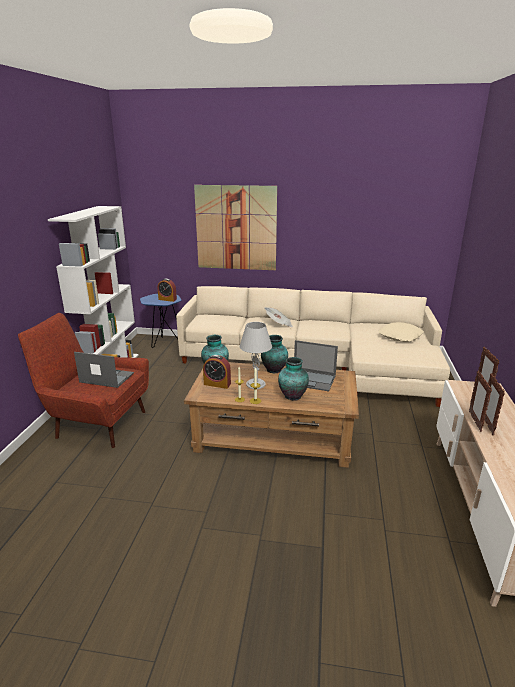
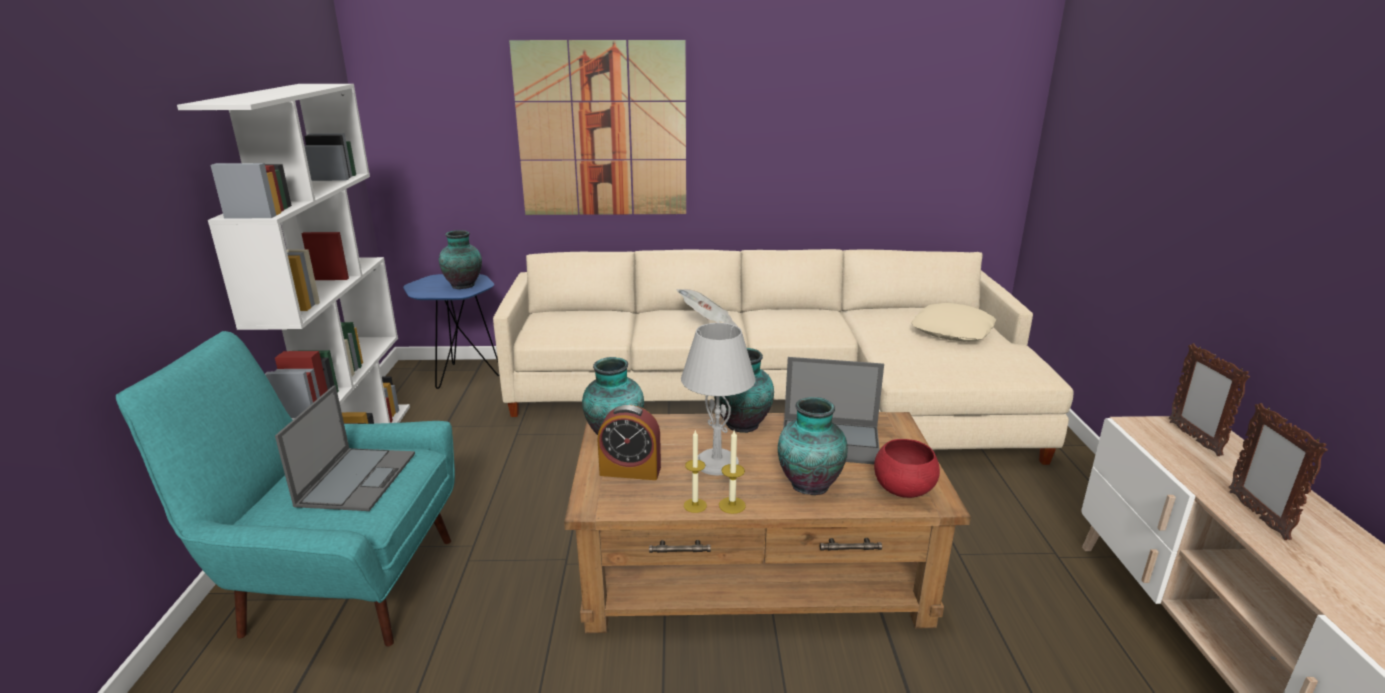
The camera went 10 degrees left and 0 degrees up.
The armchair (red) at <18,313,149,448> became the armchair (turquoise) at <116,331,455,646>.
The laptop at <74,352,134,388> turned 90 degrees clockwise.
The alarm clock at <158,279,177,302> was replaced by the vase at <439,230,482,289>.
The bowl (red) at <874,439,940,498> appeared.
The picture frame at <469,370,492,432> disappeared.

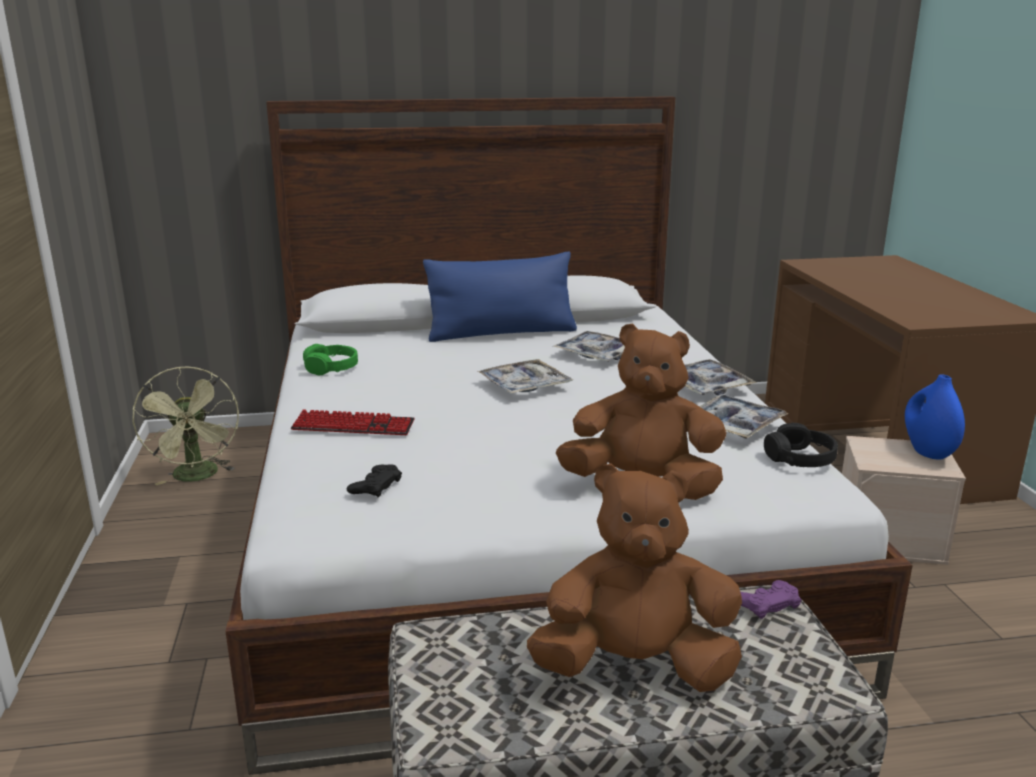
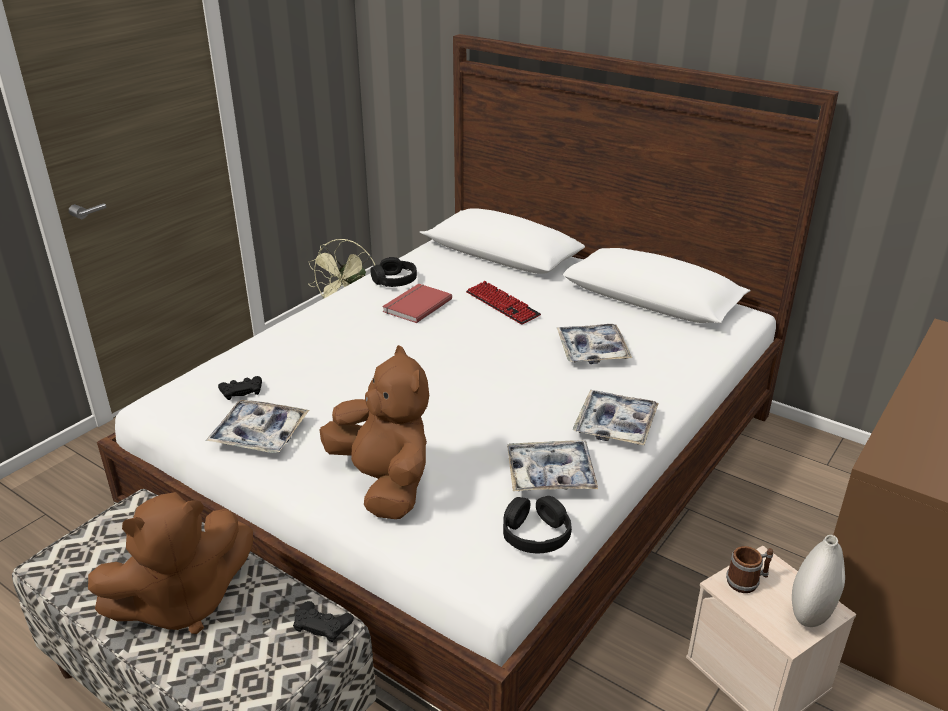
The camera went 45 degrees right and 10 degrees up.
The plush toy (brown) at <527,464,742,692> turned 105 degrees clockwise.
The tray moved from <477,359,573,394> to <206,400,309,453>.
The game controller (purple) at <740,580,802,619> became the game controller (black) at <293,601,354,642>.
The headphones (green) at <303,344,358,375> became the headphones (black) at <370,257,417,287>.
The book (red) at <382,284,452,323> appeared.
The keyboard moved from <291,410,415,435> to <466,281,541,325>.
The mug at <726,546,773,593> appeared.
The vase (blue) at <905,374,965,460> became the vase (white) at <792,535,845,627>.
The pillow (blue) at <423,252,577,342> disappeared.

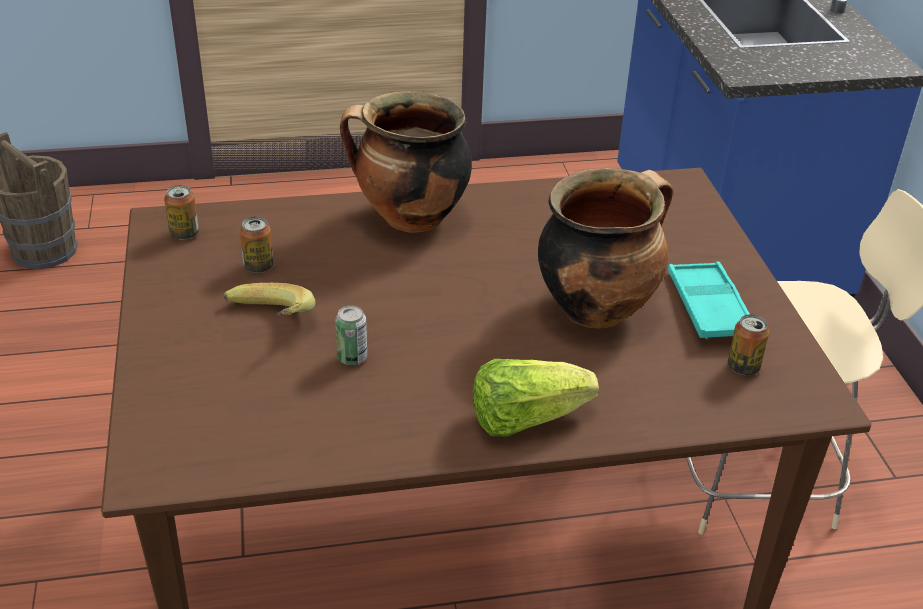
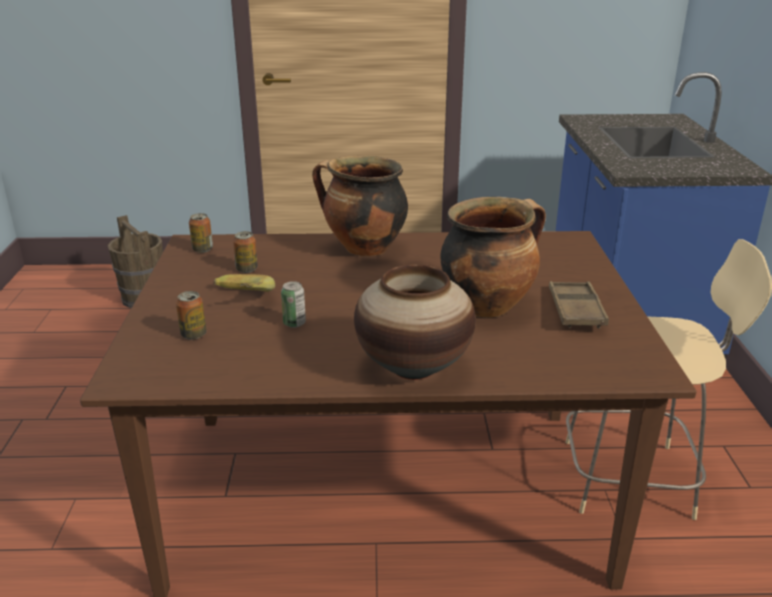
The camera went 10 degrees right and 10 degrees down.
The can moved from <728,314,769,375> to <176,291,206,340>.
The lettuce at <473,359,599,437> was replaced by the vase at <354,264,476,380>.
The tray (turquoise) at <668,261,750,339> became the tray (brown) at <549,281,609,328>.

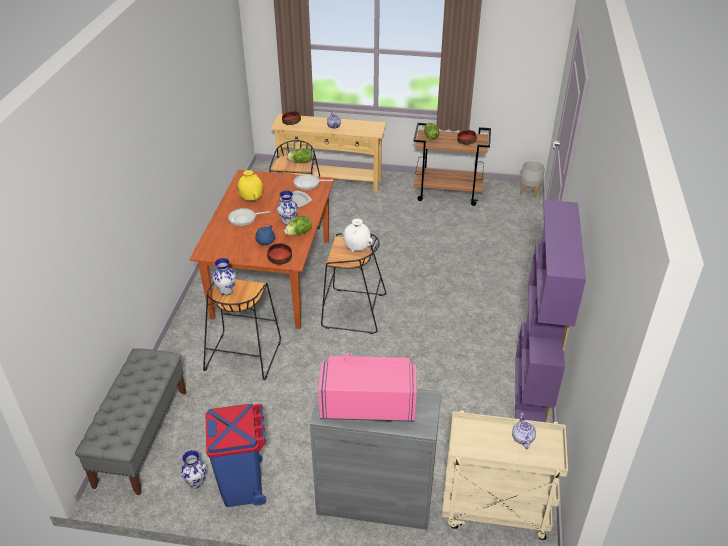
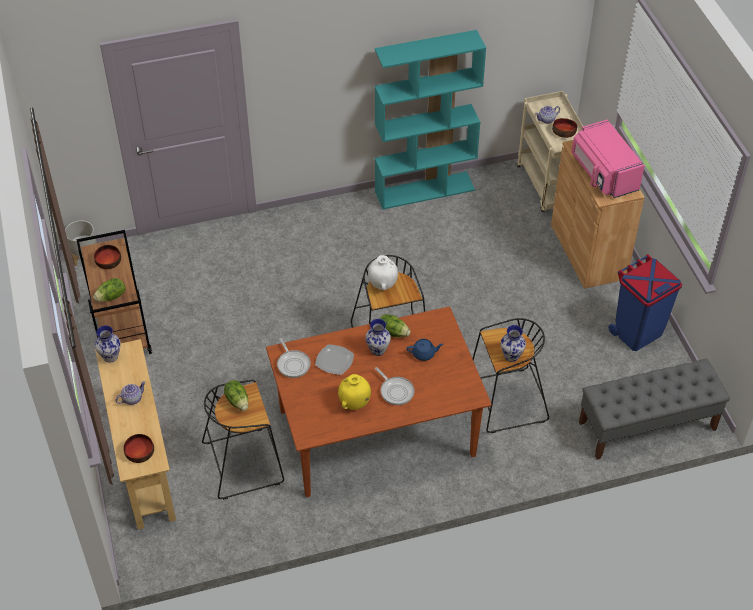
The camera went 115 degrees left and 10 degrees up.
The vase moved from <180,450,207,488> to <95,325,121,363>.
The bookcase (purple) at <515,200,586,422> became the bookcase (turquoise) at <375,30,486,210>.
The cabinet (grey) at <310,389,441,530> became the cabinet (brown) at <551,140,645,289>.
The bowl moved from <267,243,292,265> to <552,118,577,138>.

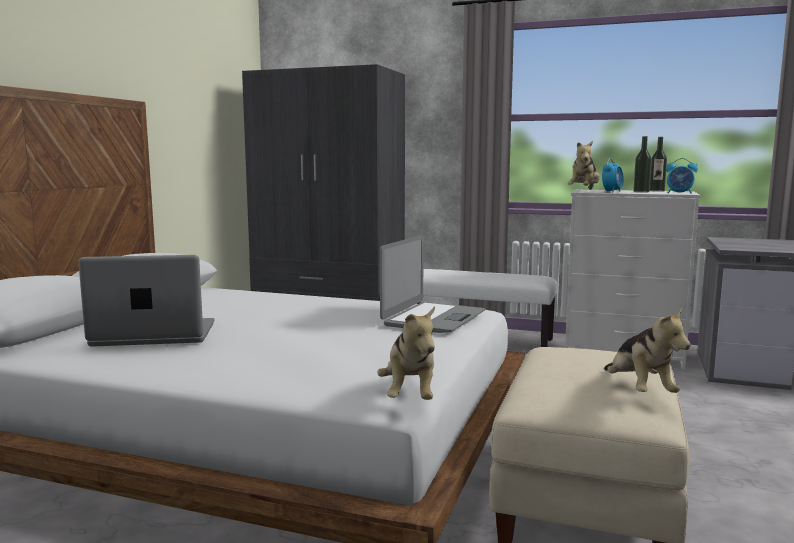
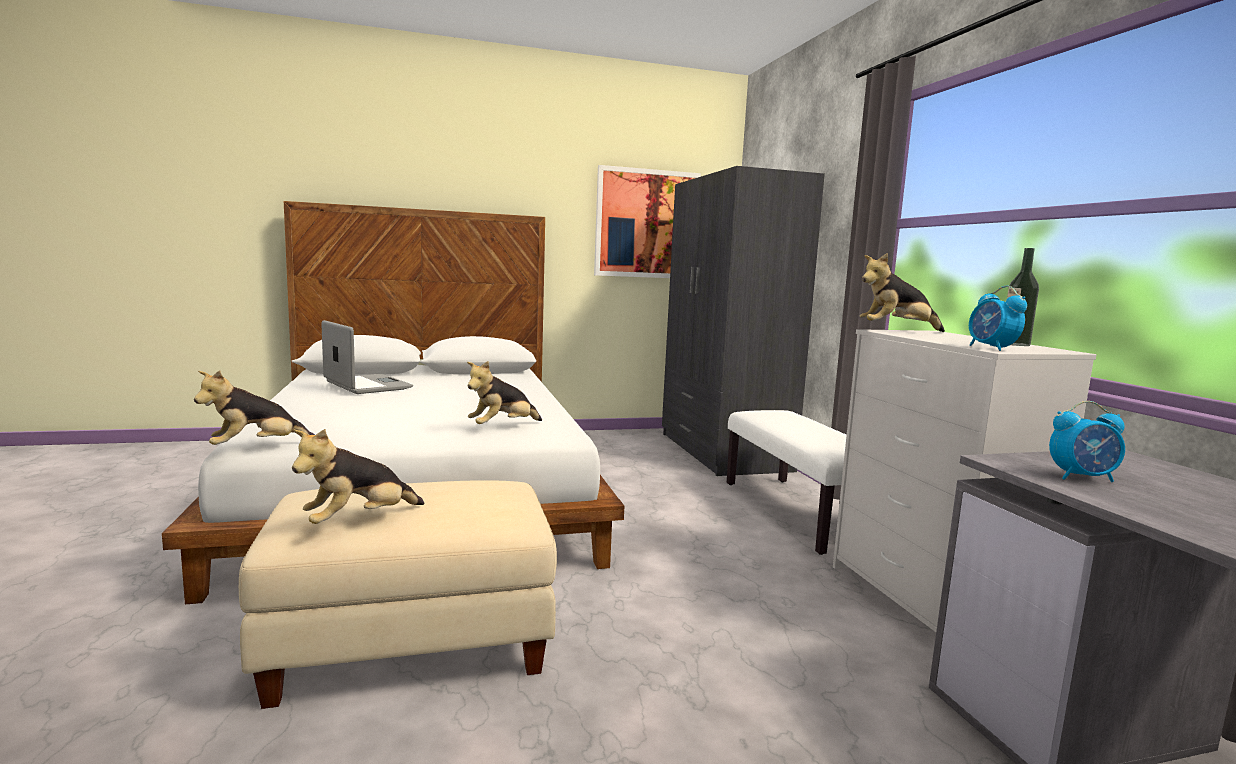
The camera went 55 degrees right and 0 degrees up.
The laptop at <380,235,485,333> was replaced by the plush toy at <467,361,542,424>.
The picture at <594,165,701,278> appeared.
The alarm clock moved from <602,158,624,193> to <1049,401,1125,482>.
The bottle at <633,136,652,193> disappeared.

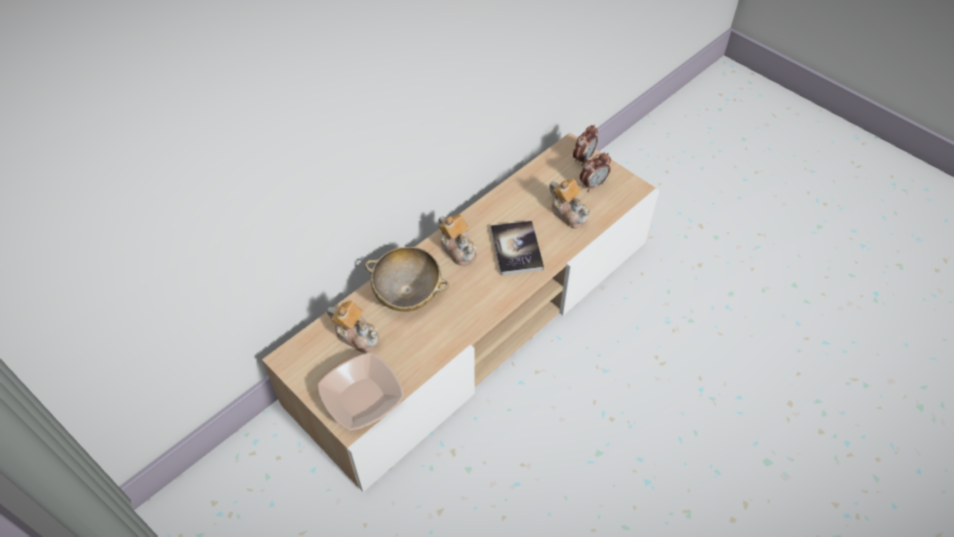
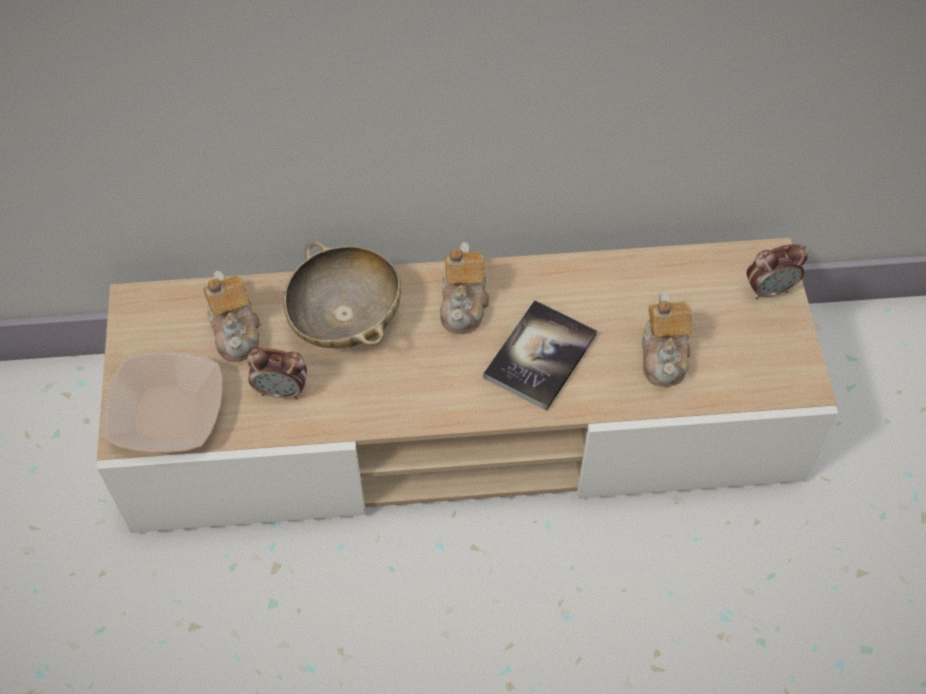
The camera went 40 degrees right and 5 degrees up.
The alarm clock moved from <580,153,611,191> to <247,348,307,399>.

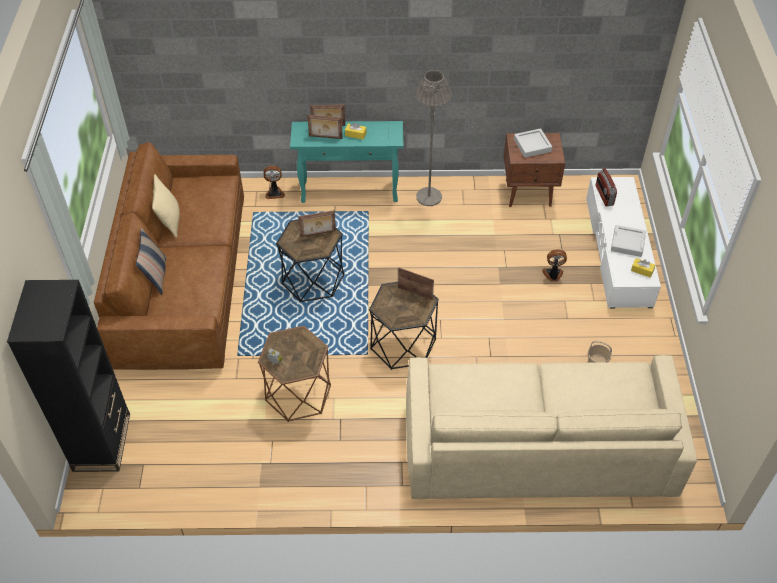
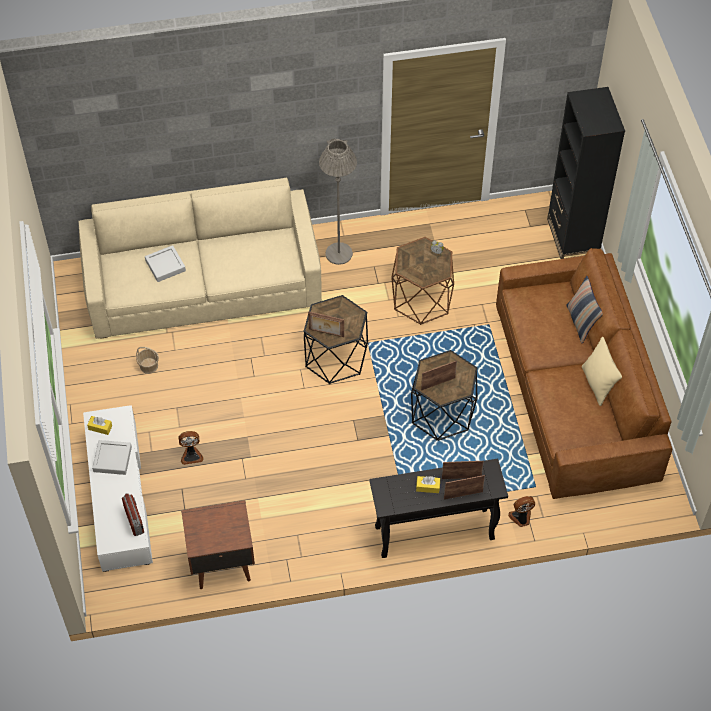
The camera went 170 degrees right and 5 degrees up.
The tray (grey) moved from <514,128,552,158> to <145,245,186,282>.
The floor lamp (grey) moved from <415,70,452,206> to <319,139,357,265>.
The console table (turquoise) at <290,121,404,203> became the console table (black) at <369,459,508,558>.

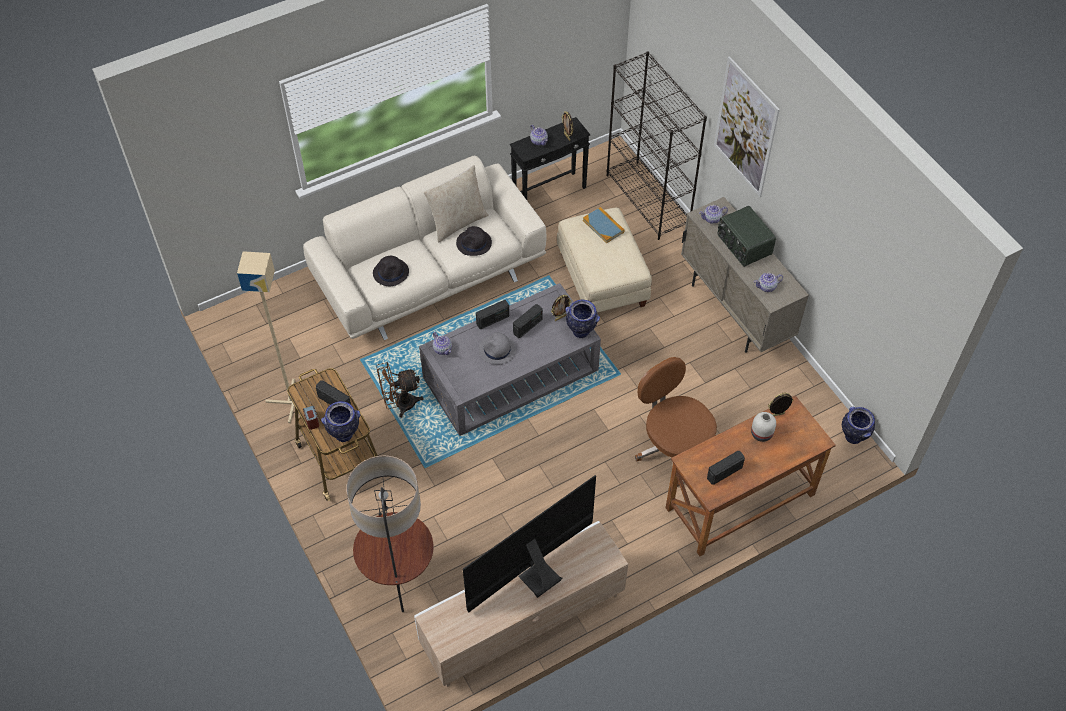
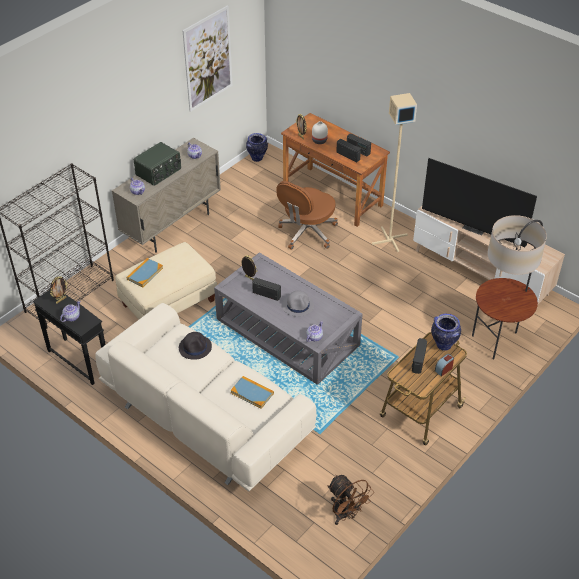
The camera went 110 degrees left and 10 degrees down.
The picture moved from <714,56,780,197> to <182,5,232,112>.
The hat (black) at <373,256,409,286> was replaced by the book at <230,376,274,409>.
The fan (brown) moved from <376,362,424,418> to <328,475,374,525>.
The radio moved from <476,300,509,329> to <336,139,361,162>.
The floor lamp (beige) moved from <237,251,310,423> to <372,93,417,252>.
The pillow (beige) at <424,165,488,242> disappeared.
The vase at <565,300,600,338> disappeared.

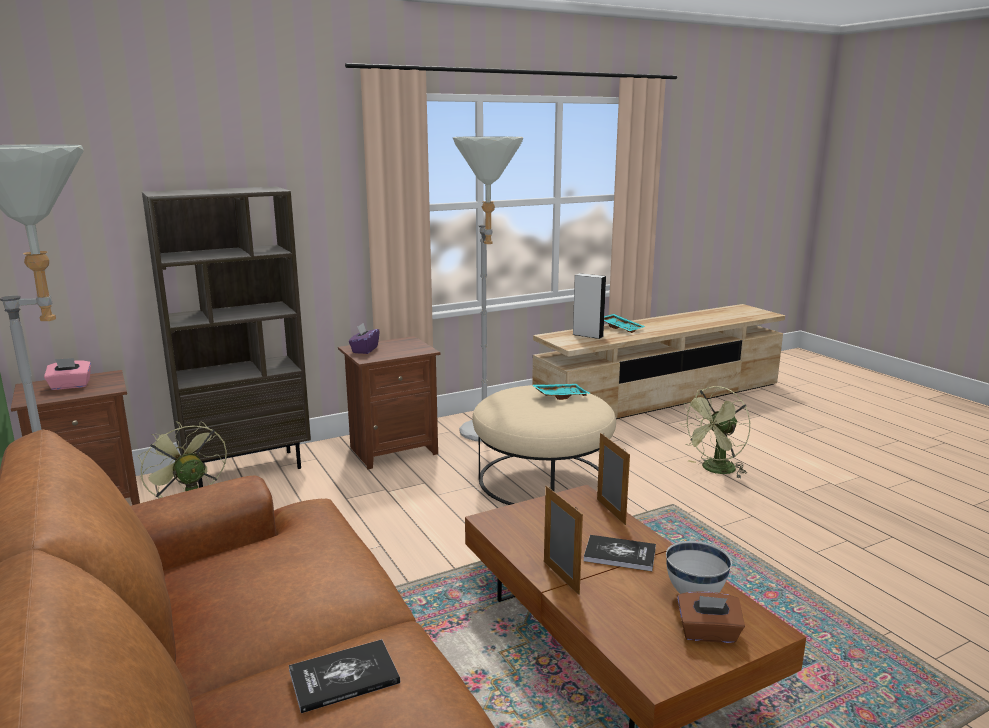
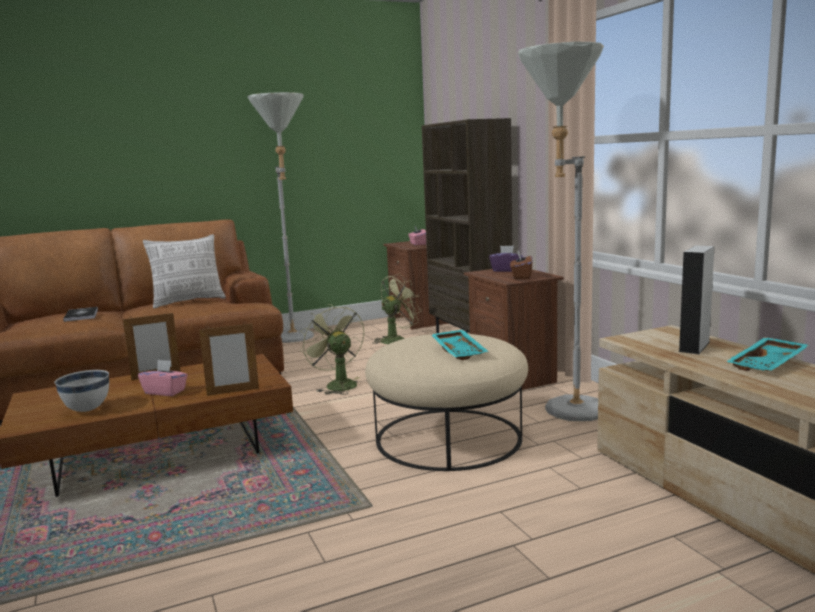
The camera went 95 degrees right and 5 degrees down.
The book at <584,535,656,571> was replaced by the tissue box (pink) at <138,360,188,396>.
The pillow at <143,234,226,308> appeared.
The fan (green) moved from <679,386,751,479> to <300,304,364,395>.
The tissue box (brown) moved from <677,592,745,643> to <510,250,533,279>.

